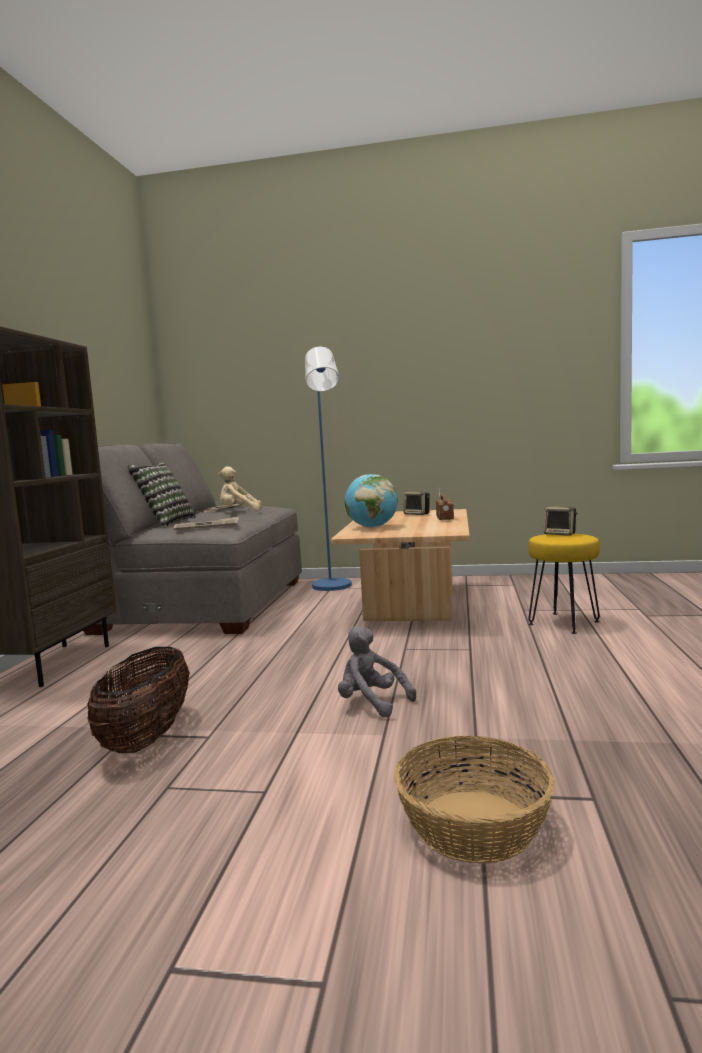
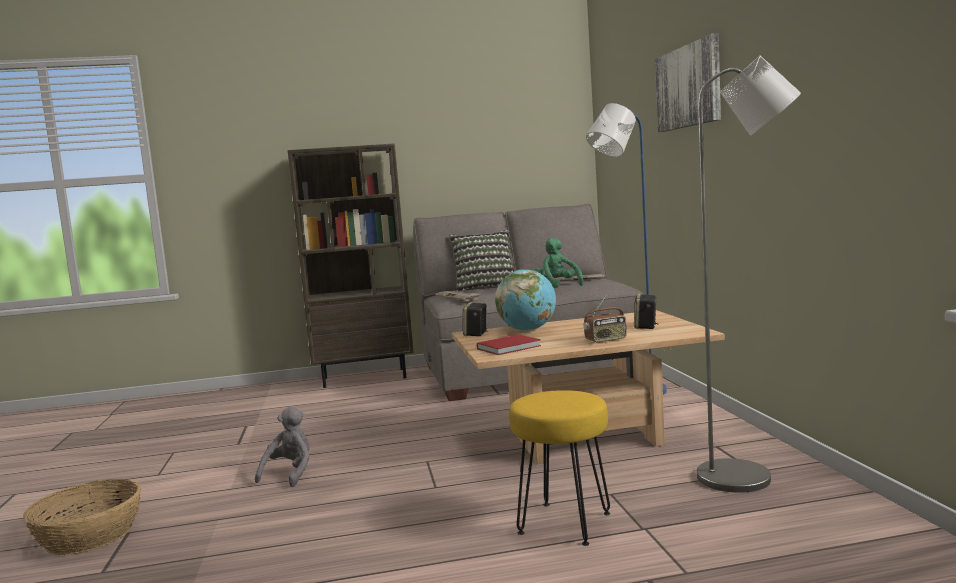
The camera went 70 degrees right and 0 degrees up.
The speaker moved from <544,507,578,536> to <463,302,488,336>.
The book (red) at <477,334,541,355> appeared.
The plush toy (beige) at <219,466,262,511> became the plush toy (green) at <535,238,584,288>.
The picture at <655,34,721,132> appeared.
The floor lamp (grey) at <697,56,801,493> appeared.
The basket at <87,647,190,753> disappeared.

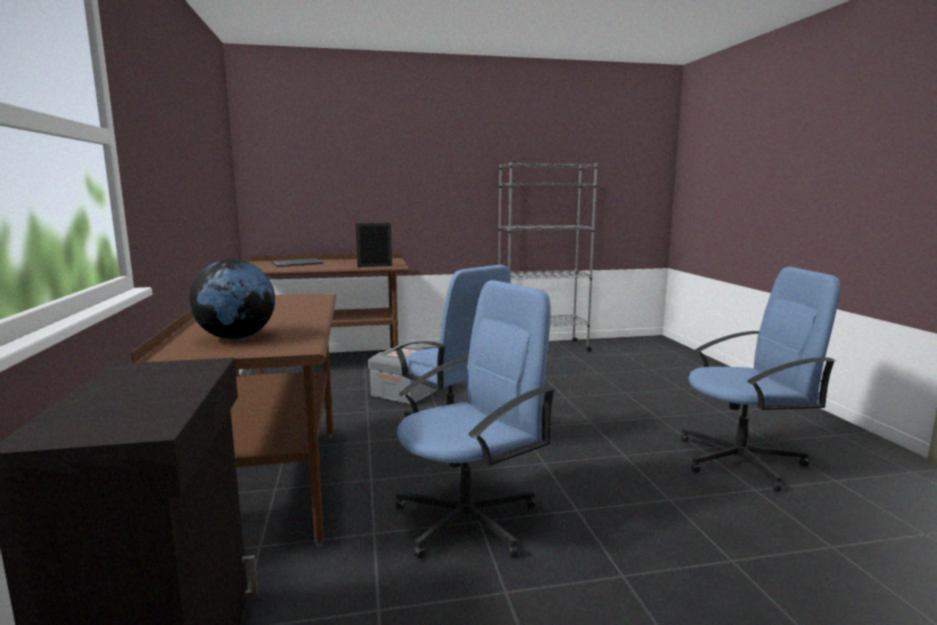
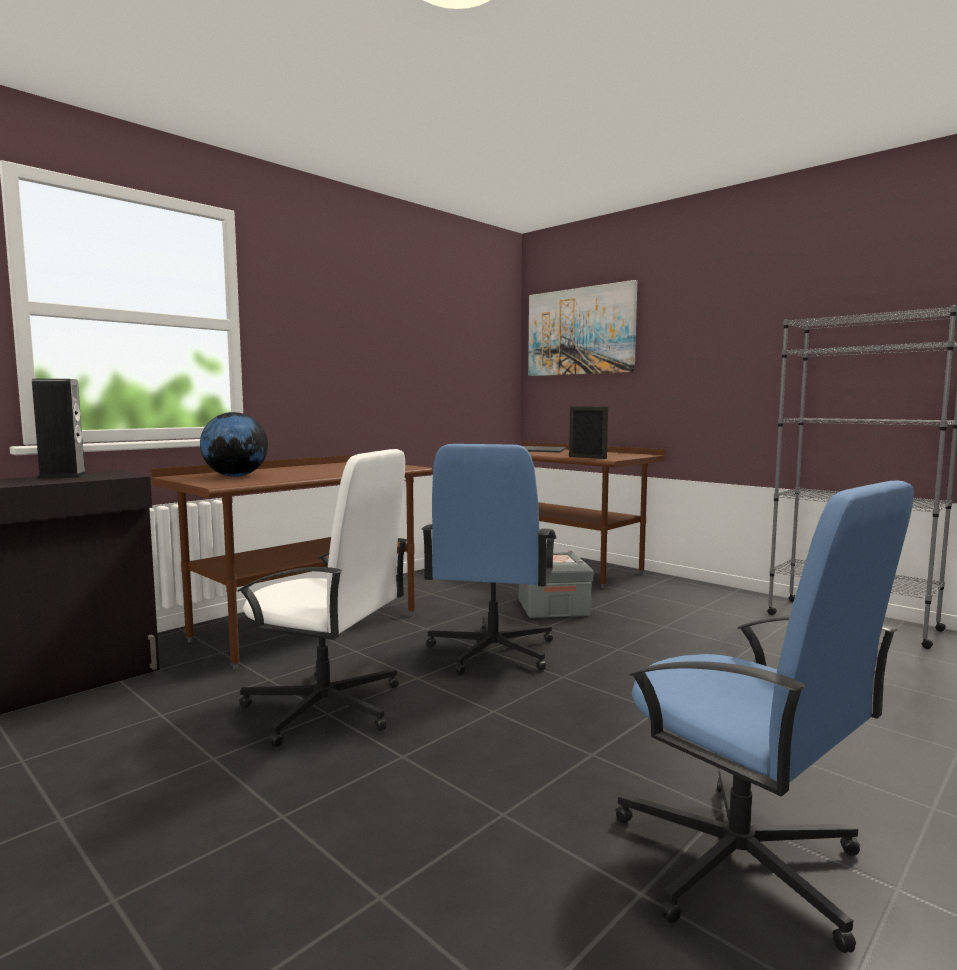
The camera went 55 degrees right and 5 degrees down.
The speaker at <32,379,88,479> appeared.
The office chair (blue) at <395,280,556,559> became the office chair (white) at <237,449,407,747>.
The picture at <528,280,637,376> appeared.

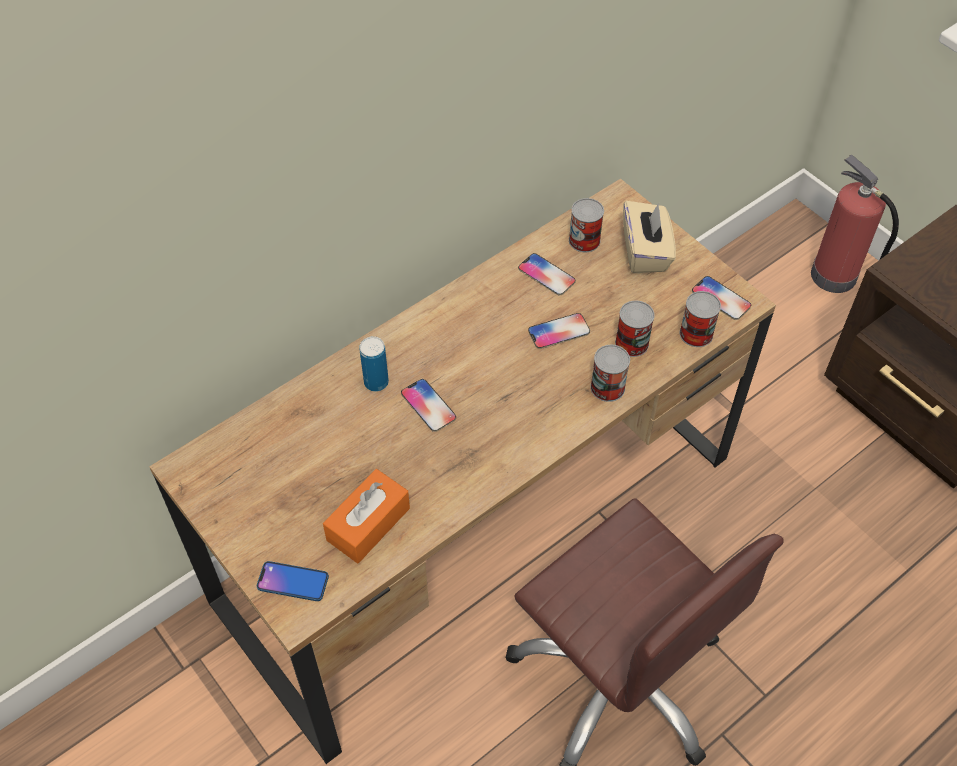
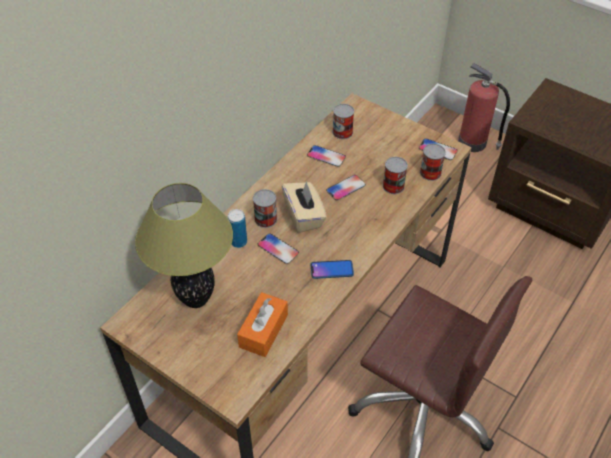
The camera went 15 degrees left and 5 degrees down.
The table lamp at <135,183,233,308> appeared.
The can moved from <590,345,630,402> to <253,189,277,228>.
The tissue box (beige) moved from <623,201,676,273> to <282,181,327,233>.
The phone moved from <257,561,329,601> to <311,260,354,279>.

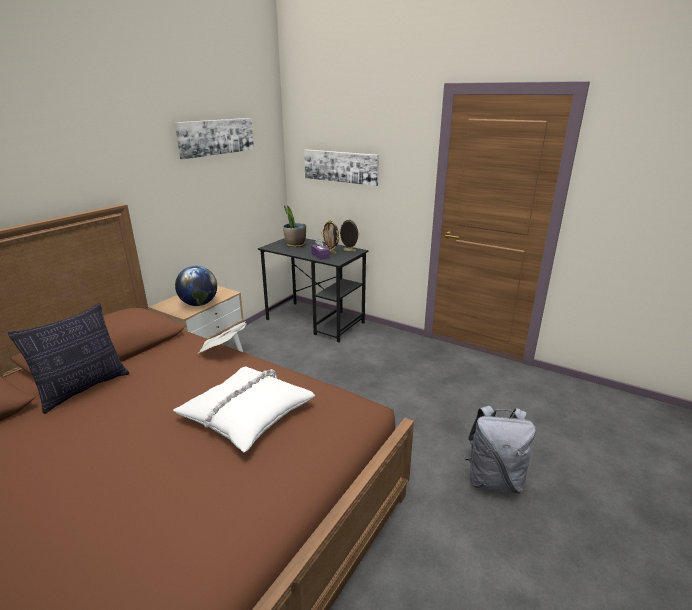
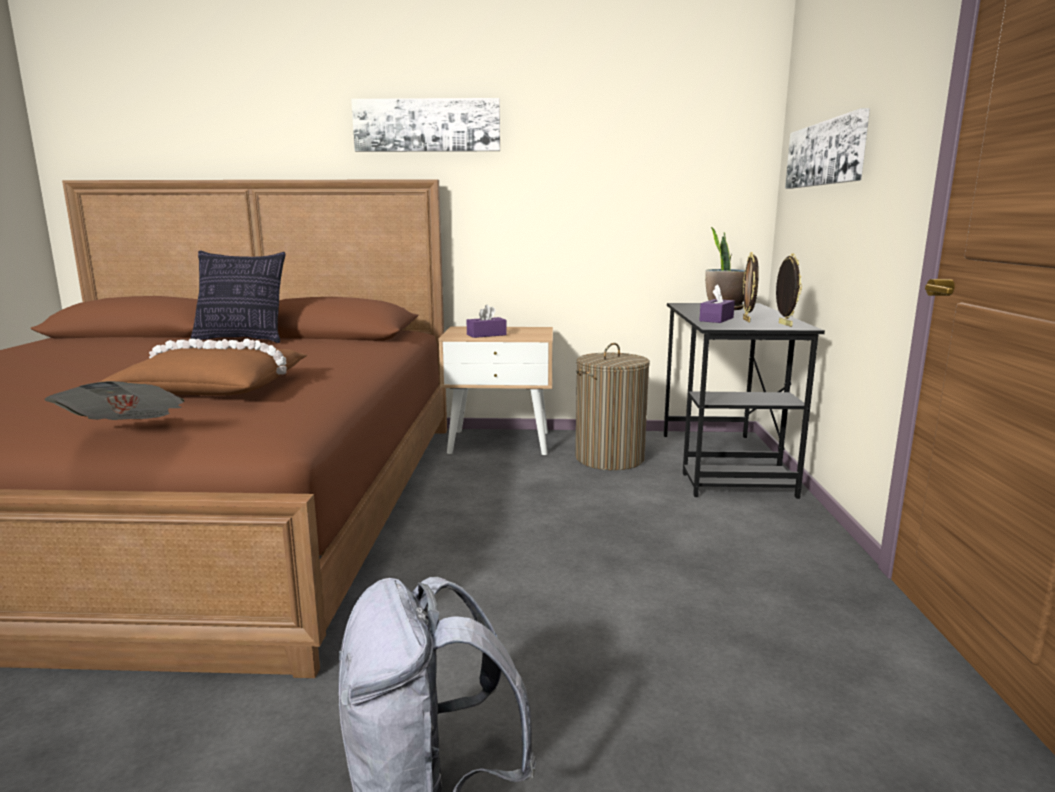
The camera went 60 degrees right and 10 degrees down.
The newspaper moved from <197,321,246,354> to <45,381,185,420>.
The pillow (white) at <173,367,315,452> became the pillow (brown) at <100,338,307,396>.
The picture moved from <175,118,254,159> to <351,98,500,152>.
The globe at <175,266,217,306> was replaced by the tissue box (purple) at <467,305,507,338>.
The laundry basket at <575,343,650,470> appeared.

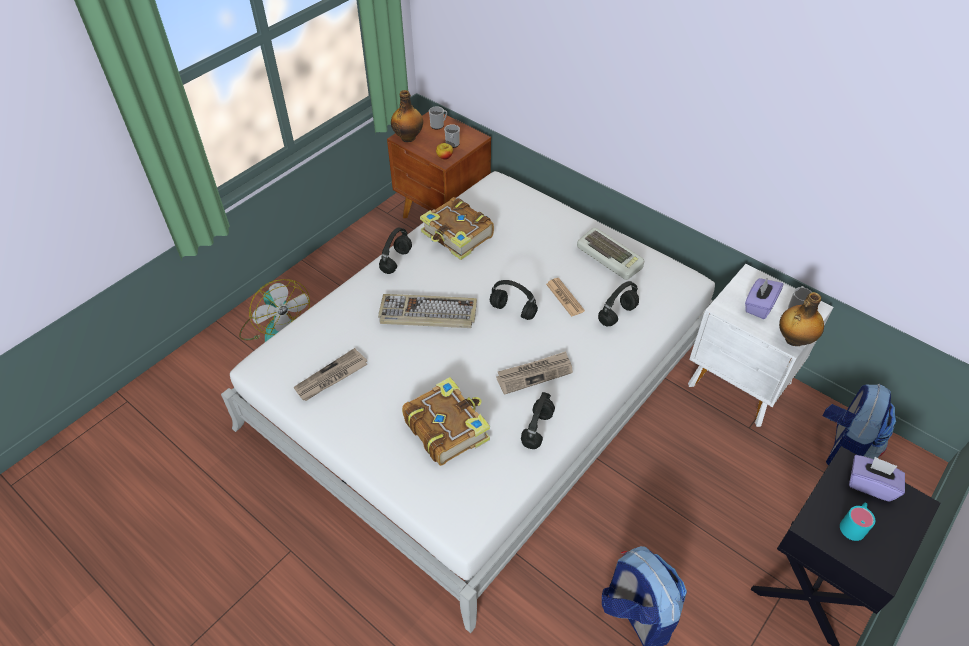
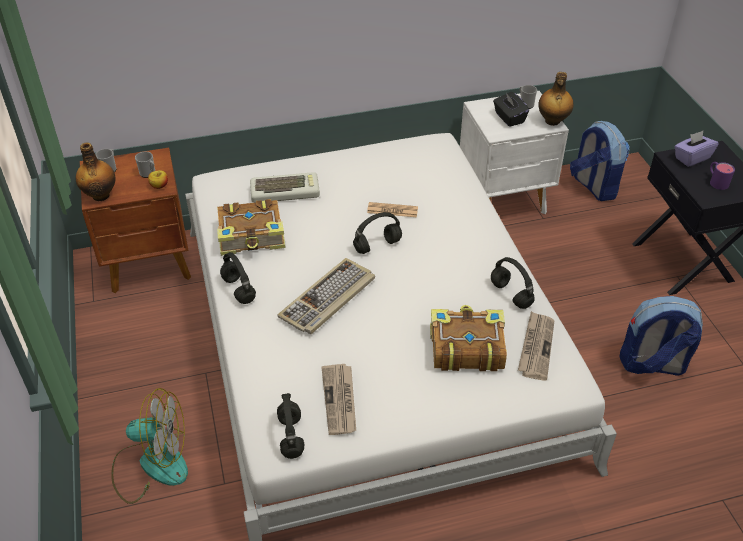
The camera went 55 degrees left and 5 degrees down.
The keyboard moved from <577,227,644,280> to <250,172,320,203>.
The headphones (black) moved from <598,281,639,326> to <277,393,305,459>.
The tissue box (purple) at <745,277,783,319> became the tissue box (black) at <493,92,529,127>.
The newspaper moved from <496,351,573,395> to <518,311,554,381>.
The mug (turquoise) at <840,503,875,541> became the mug (purple) at <710,162,735,190>.

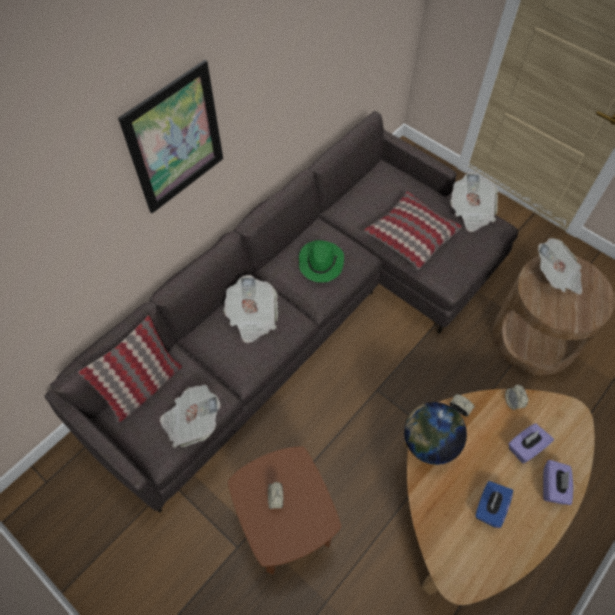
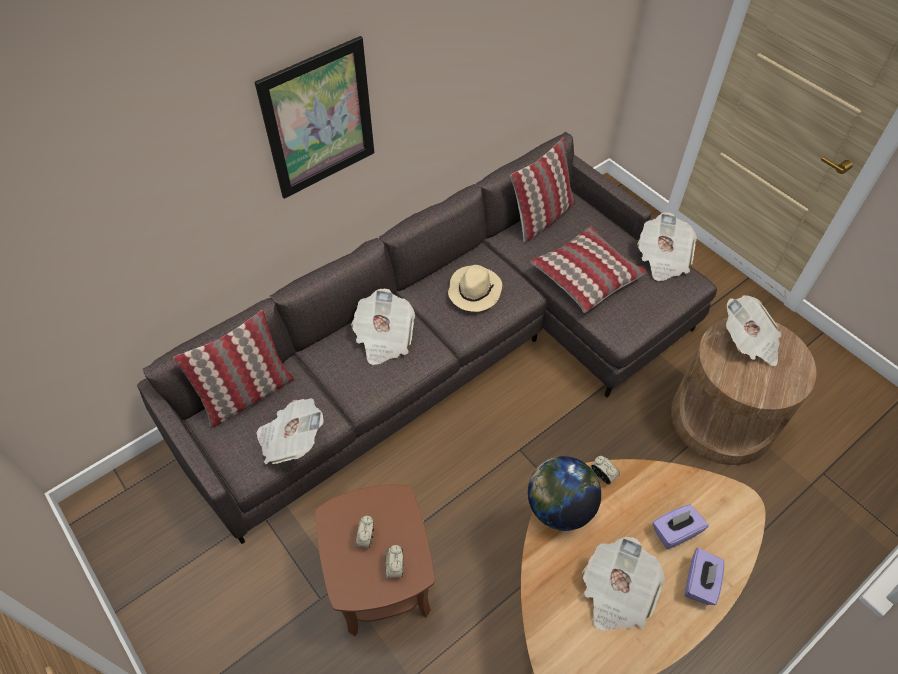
The camera went 10 degrees right and 5 degrees down.
The alarm clock moved from <505,385,528,410> to <386,545,404,578>.
The hat (green) at <299,240,344,282> became the hat (beige) at <448,265,502,312>.
The pillow at <510,137,575,243> appeared.
The tissue box (blue) at <475,481,513,528> was replaced by the newspaper at <582,537,665,630>.

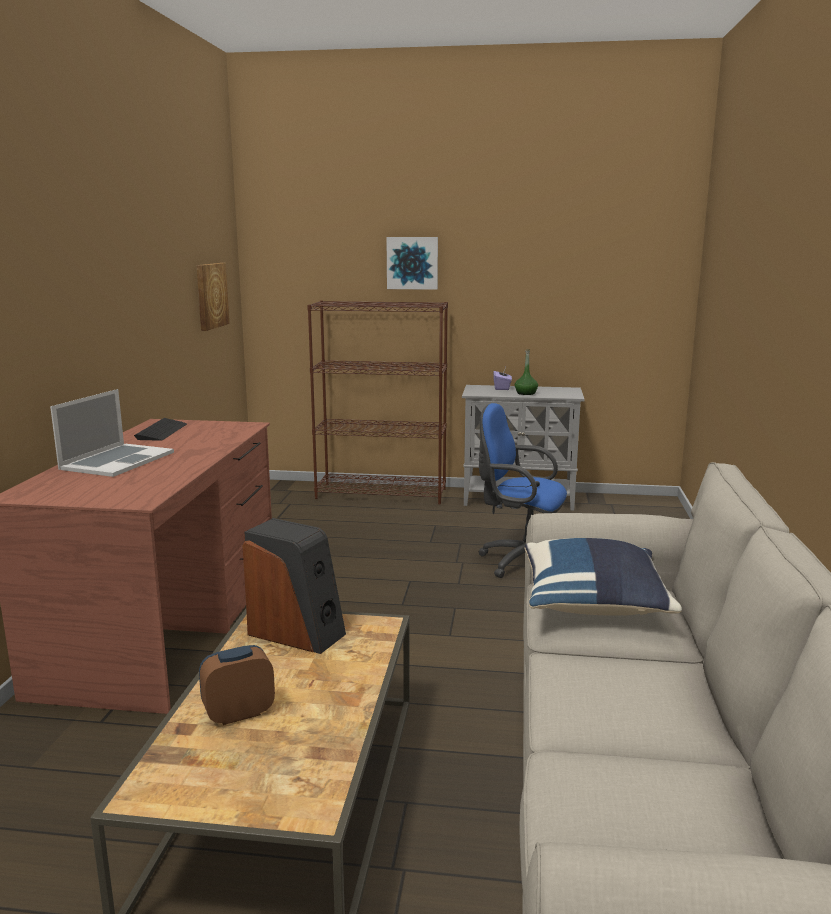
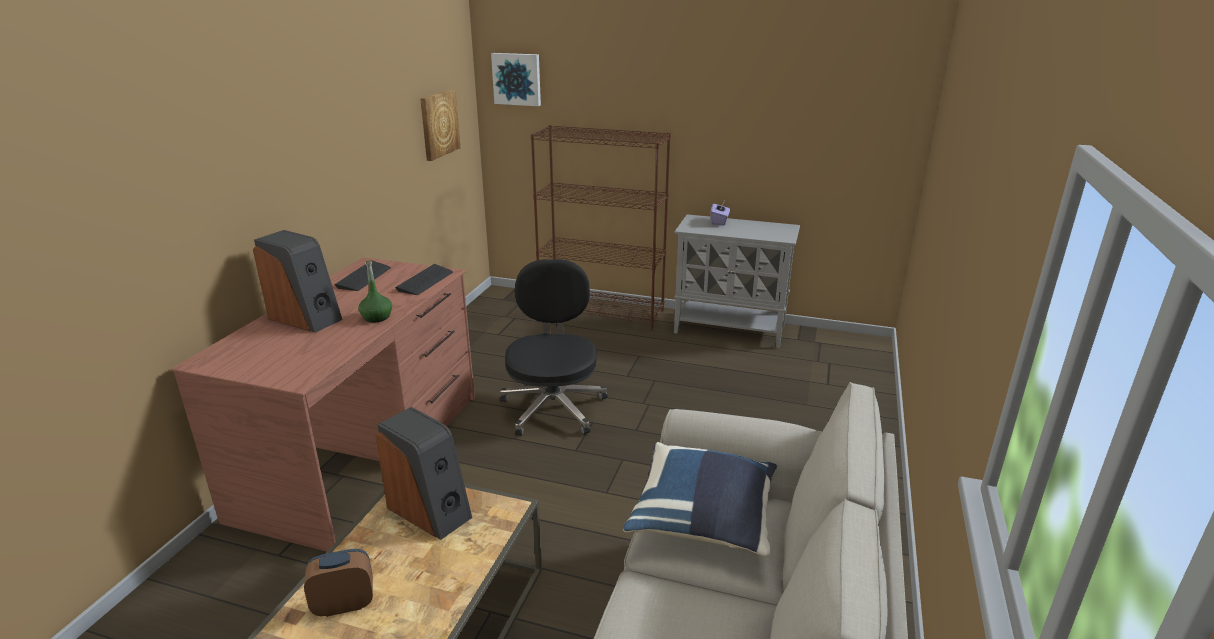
The camera went 10 degrees right and 10 degrees up.
The laptop at <50,389,174,477> was replaced by the speaker at <253,230,343,333>.
The bottle (green) moved from <515,349,538,395> to <358,260,392,323>.
The keyboard at <395,264,453,295> appeared.
The picture moved from <386,237,438,290> to <491,53,541,106>.
The office chair (black) at <500,259,608,436> appeared.
The office chair (blue) at <478,403,567,578> disappeared.

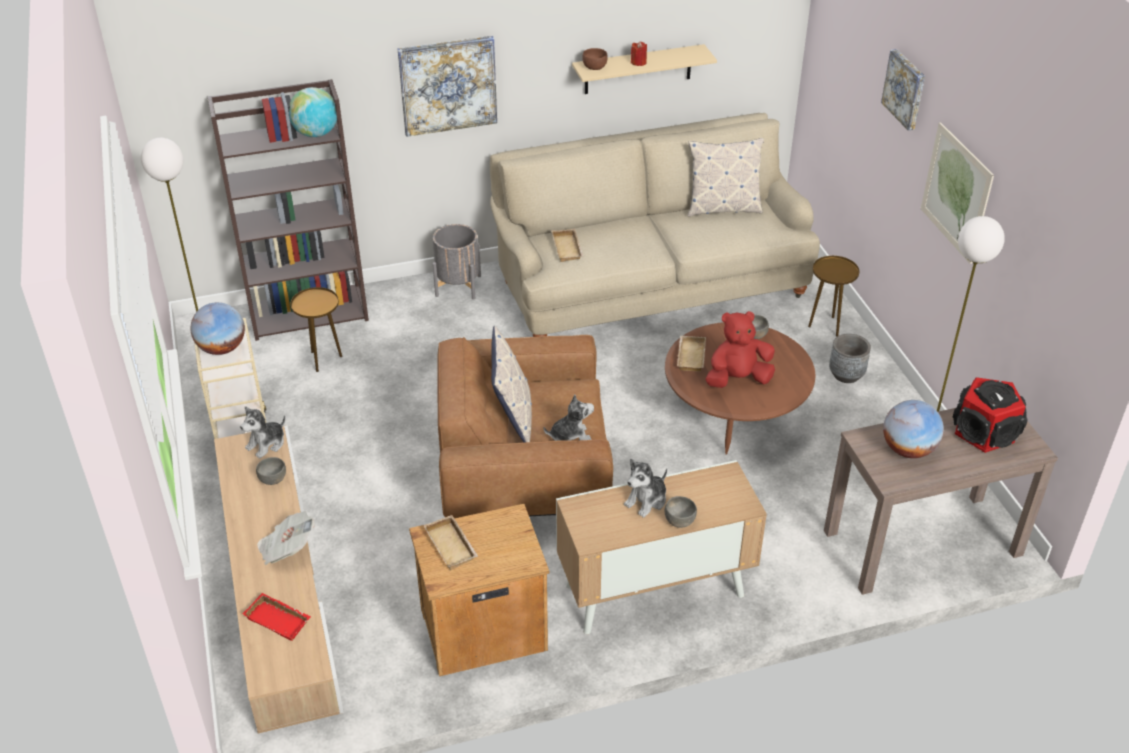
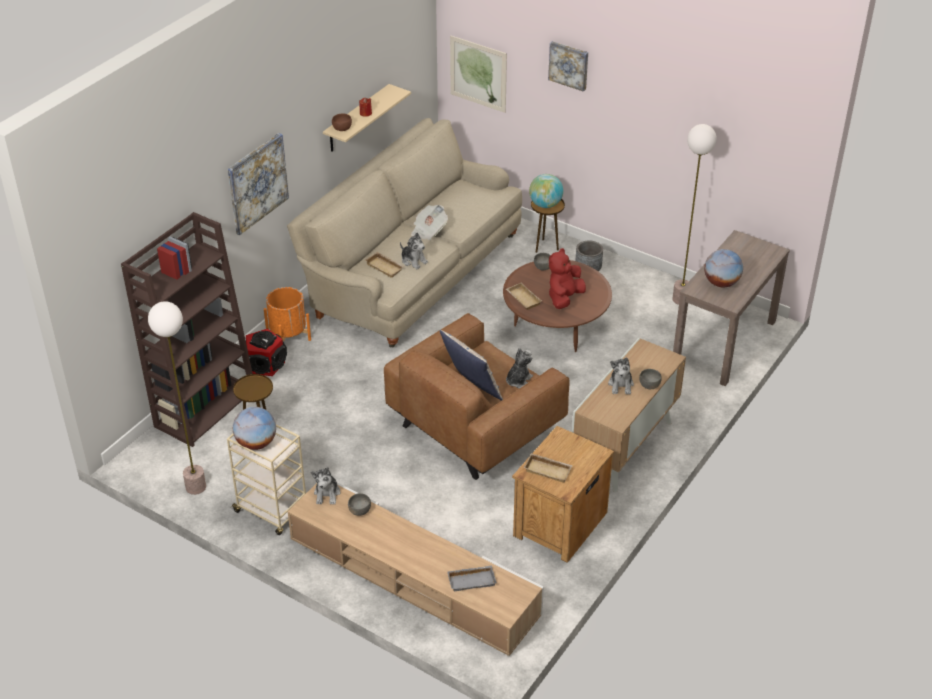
The camera went 40 degrees left and 0 degrees up.
The speaker moved from <953,377,1028,453> to <246,329,287,376>.
The planter (grey) at <433,224,481,299> became the planter (orange) at <264,287,311,341>.
The plush toy at <400,233,428,269> appeared.
The newspaper moved from <257,511,315,565> to <411,205,448,240>.
The tray (red) at <242,593,311,641> became the tray (grey) at <447,566,497,591>.
The picture moved from <921,122,994,264> to <450,36,507,113>.
The globe moved from <289,87,337,137> to <529,174,563,208>.
The pillow at <687,138,764,217> disappeared.

